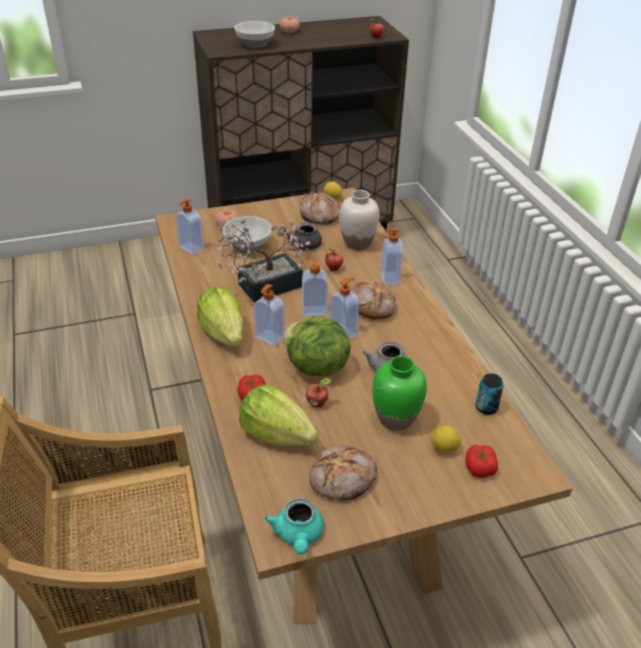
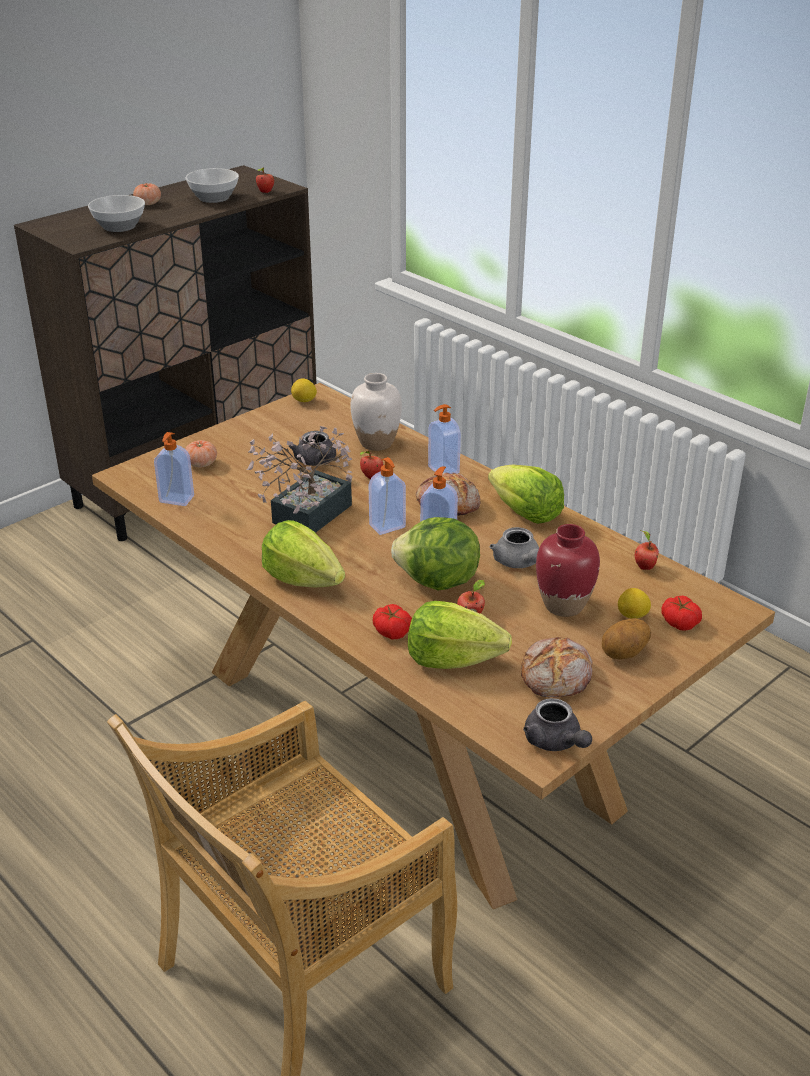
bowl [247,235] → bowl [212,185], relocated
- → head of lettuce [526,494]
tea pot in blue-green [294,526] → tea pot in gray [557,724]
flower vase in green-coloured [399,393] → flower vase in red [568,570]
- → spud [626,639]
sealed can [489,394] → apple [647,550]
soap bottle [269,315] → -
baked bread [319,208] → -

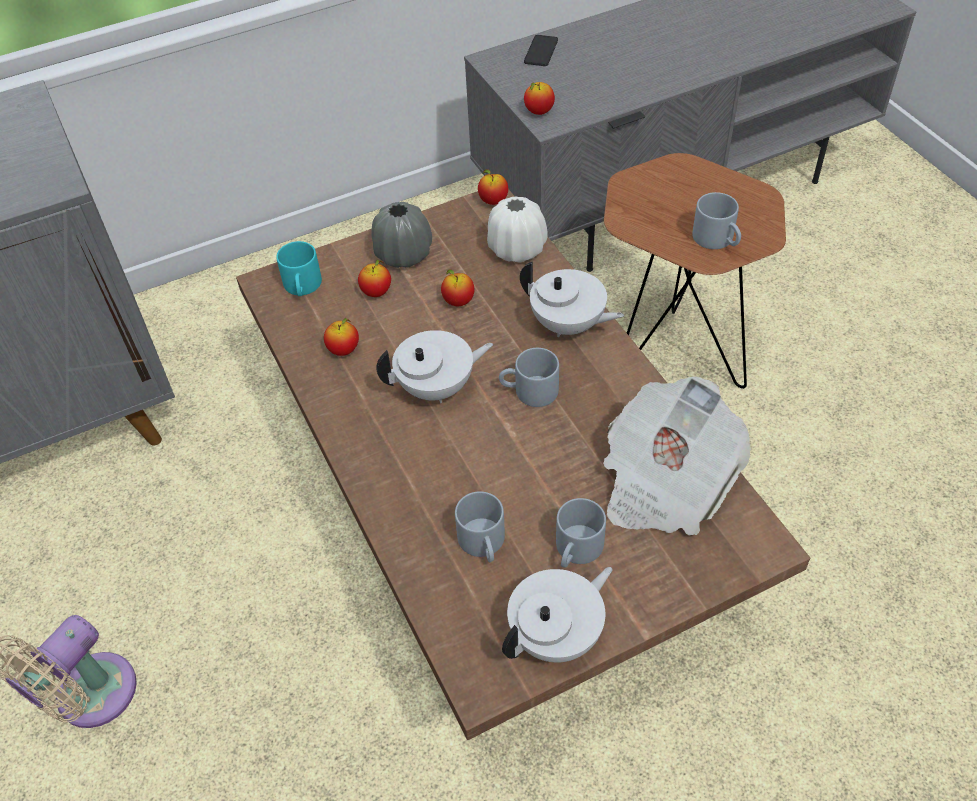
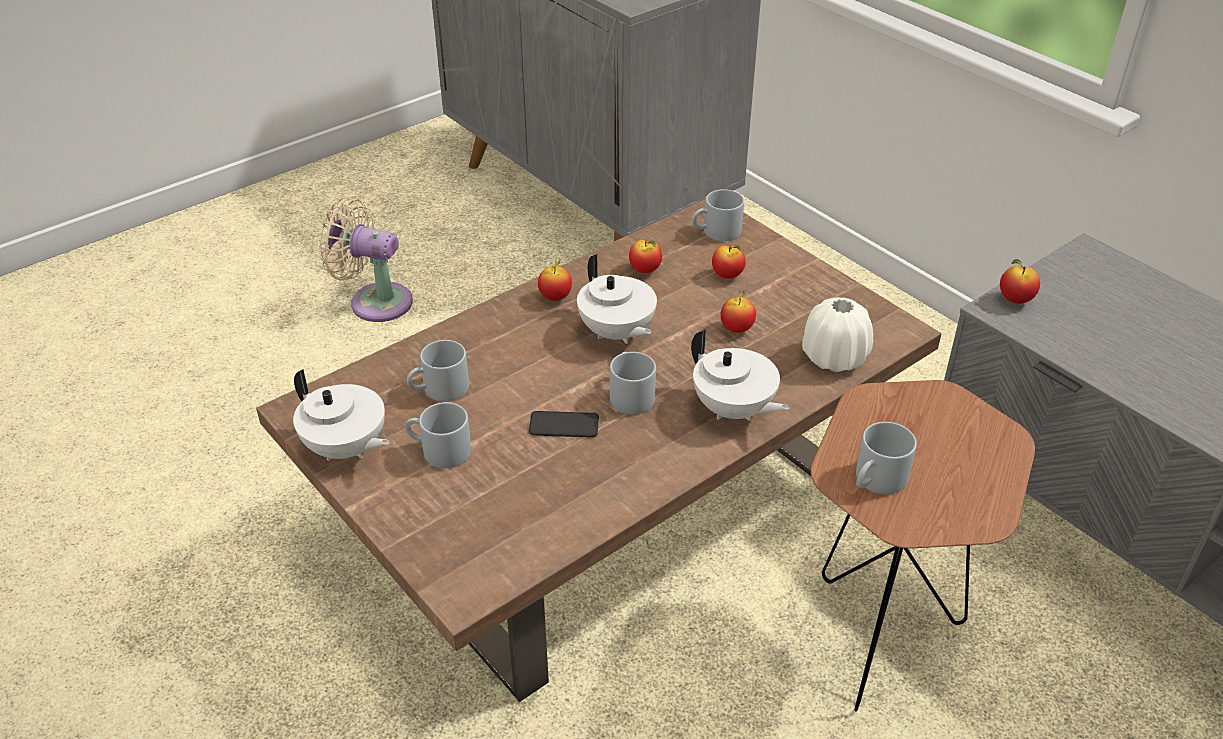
handset [541,50] → handset [564,424], relocated
apple [493,187] → apple [555,280], relocated
tea pot in whitish [572,299] → tea pot in whitish [740,375], 60 degrees counterclockwise
tea mug in blue-green [299,268] → tea mug in gray [718,215]
flower vase in gray [401,235] → -
printed paper [677,456] → -

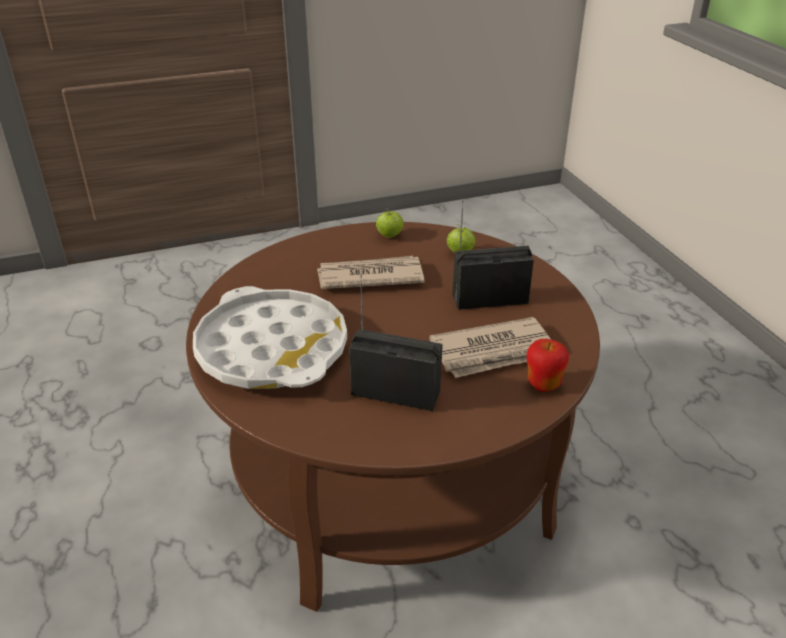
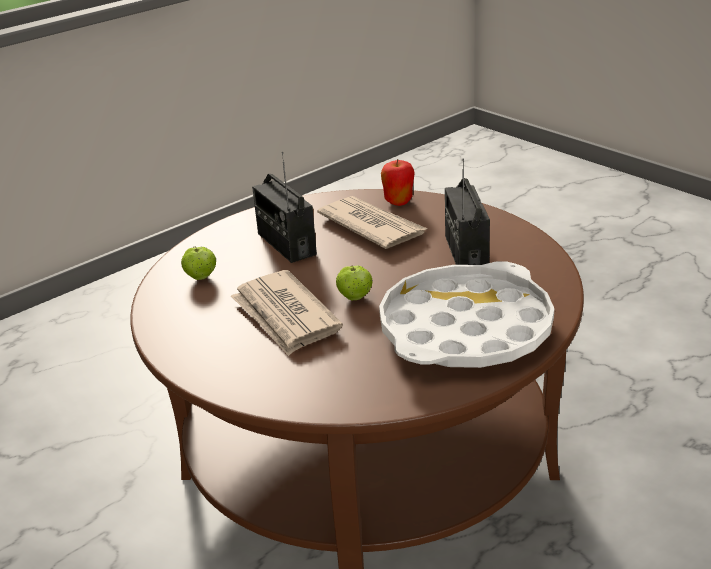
apple [390,223] → apple [354,283], relocated

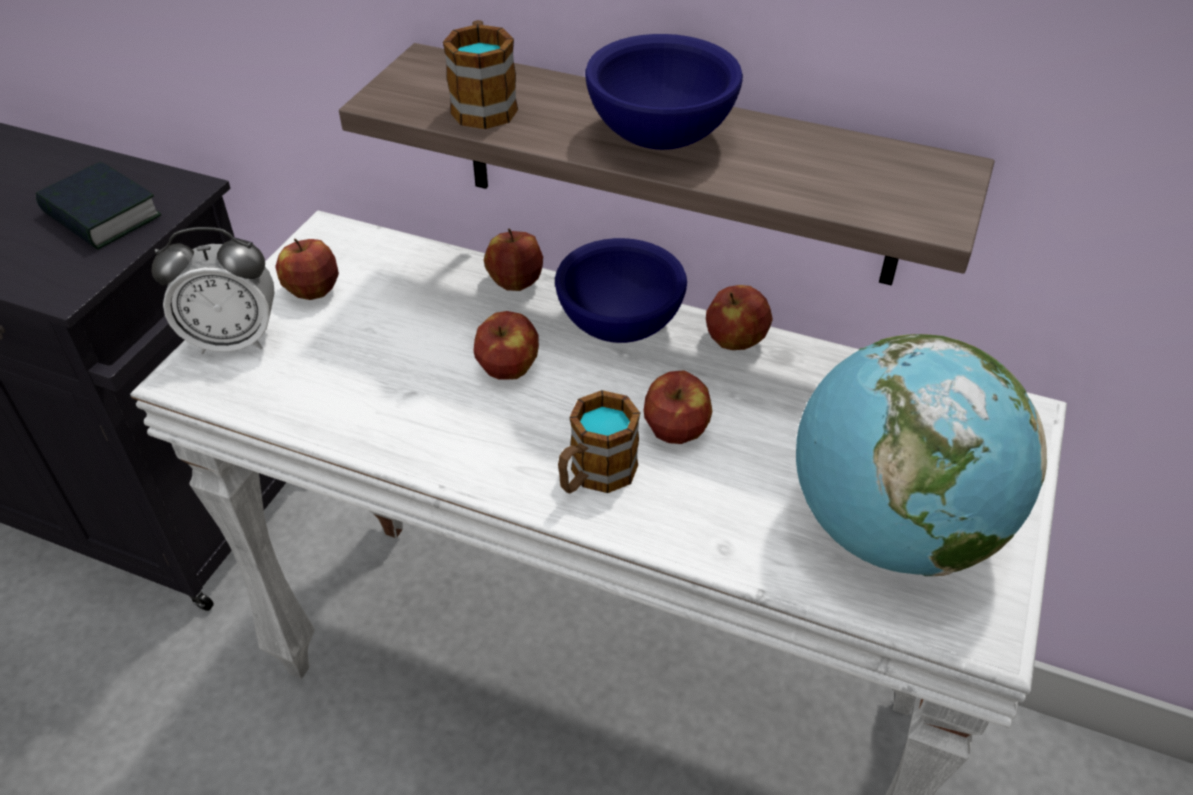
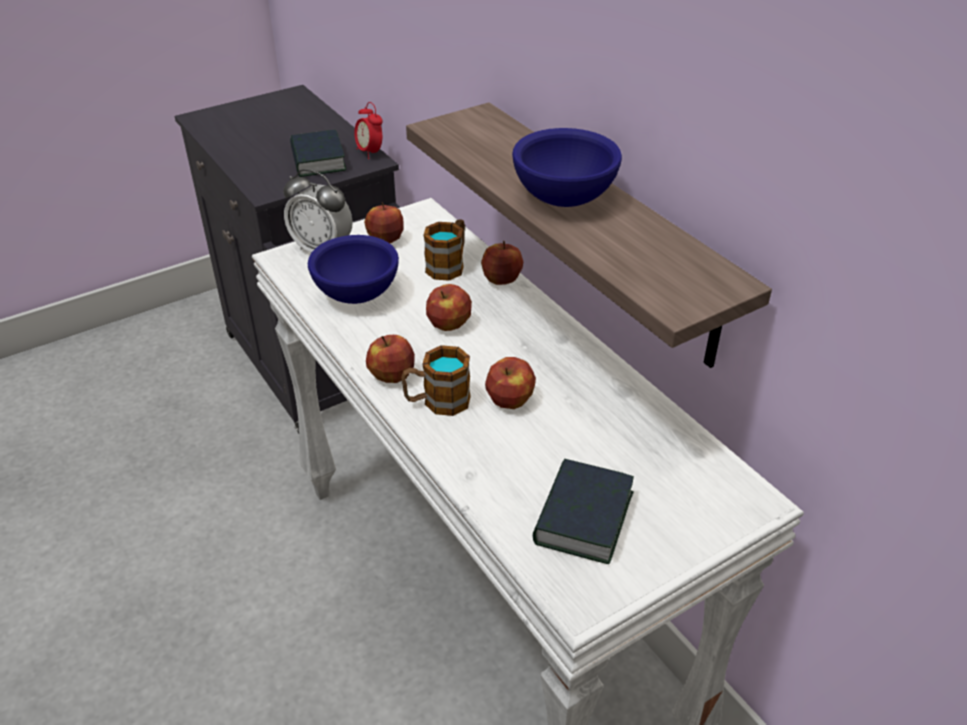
bowl in blue [621,290] → bowl in blue [353,269], relocated
- → table clock [368,130]
apple [739,317] → apple [390,359], relocated
tea mug [480,74] → tea mug [444,250], relocated
desk globe [921,455] → volume [583,511]

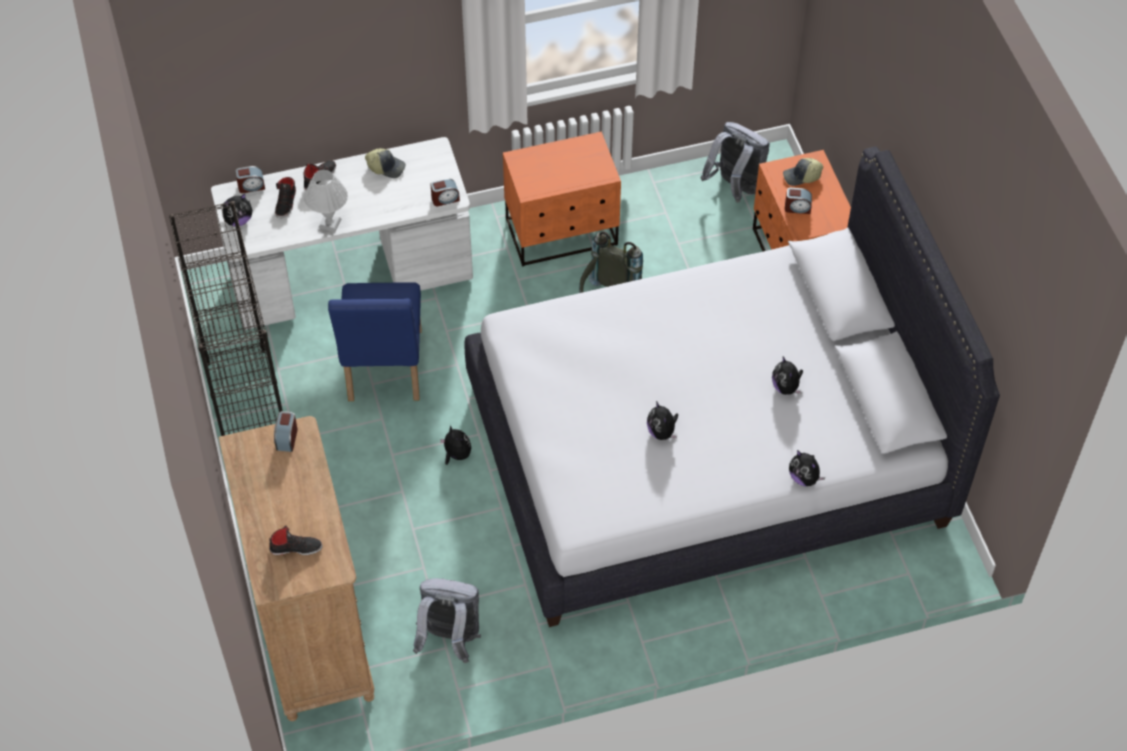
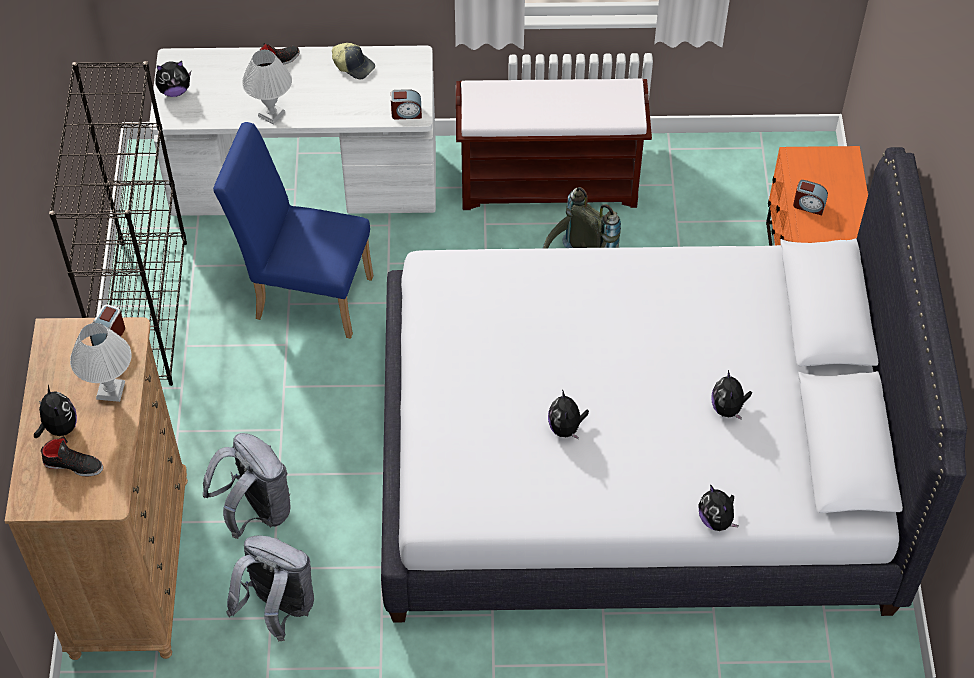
soft toy [455,445] → soft toy [55,411], relocated
- → table lamp in whitish [101,362]
knapsack in gray [735,162] → knapsack in gray [247,486], relocated
plain chair in blue [375,342] → plain chair in blue [293,230], 90 degrees clockwise
nightstand in orangey [562,199] → long seat in brownish [554,144]
table clock [250,179] → -
low shoe in black-coloured [285,197] → -
cap [803,172] → -

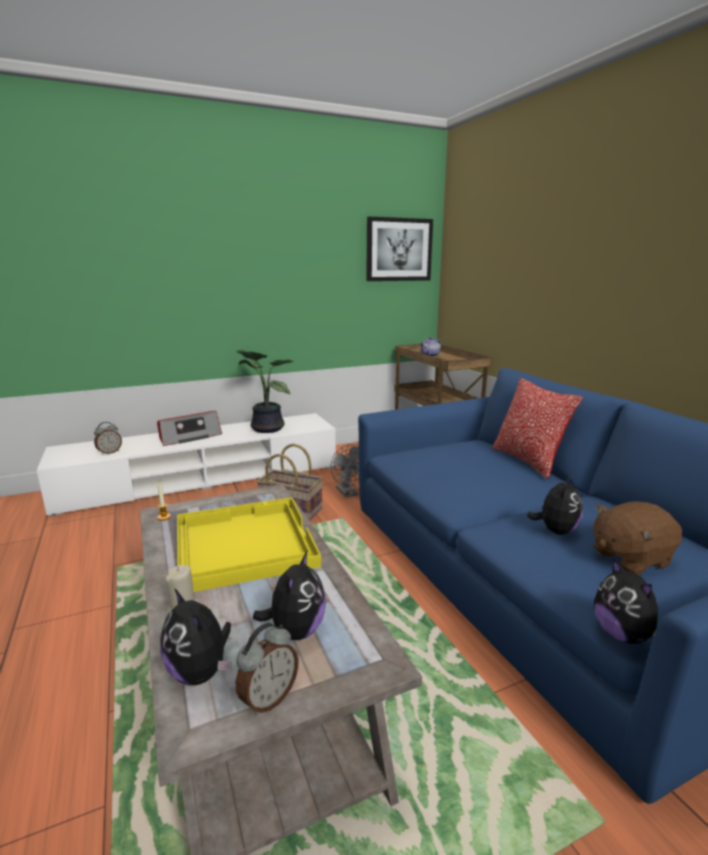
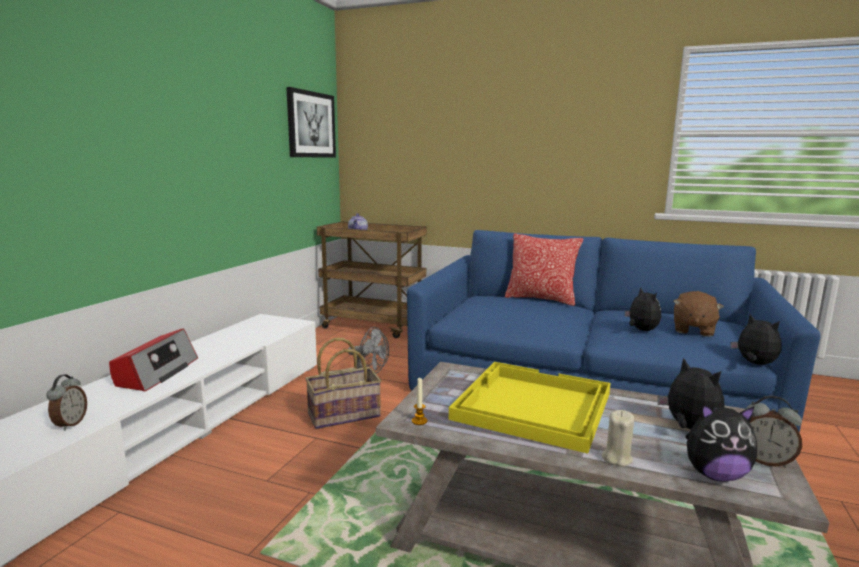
soft toy [626,601] → soft toy [756,339], 150 degrees counterclockwise
table clock [267,669] → table clock [773,432], 120 degrees clockwise
potted plant [265,391] → -

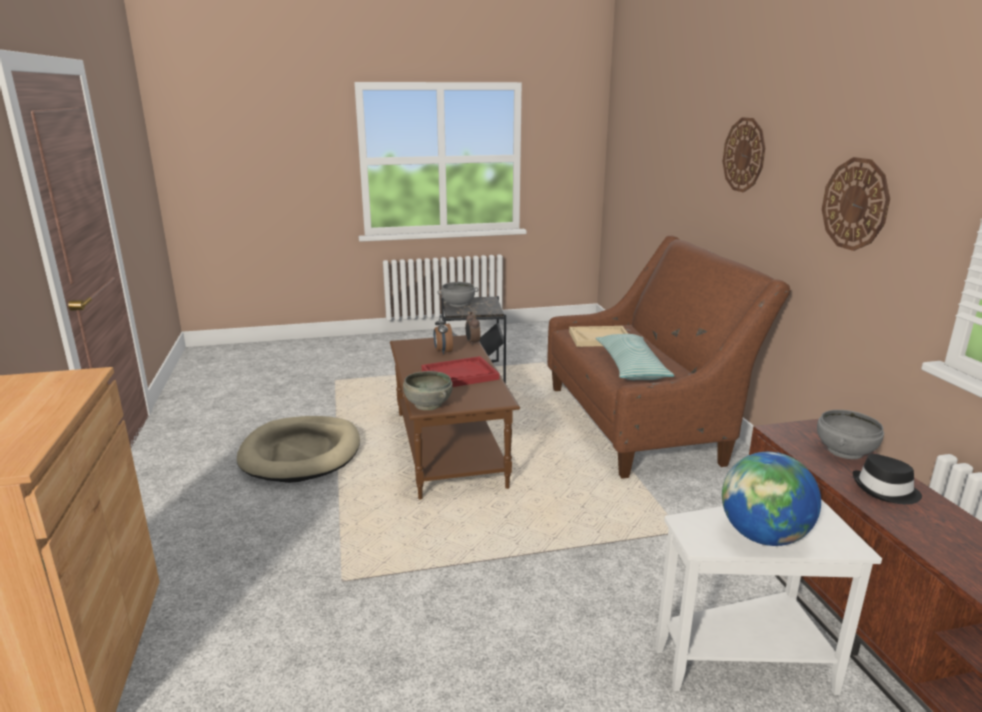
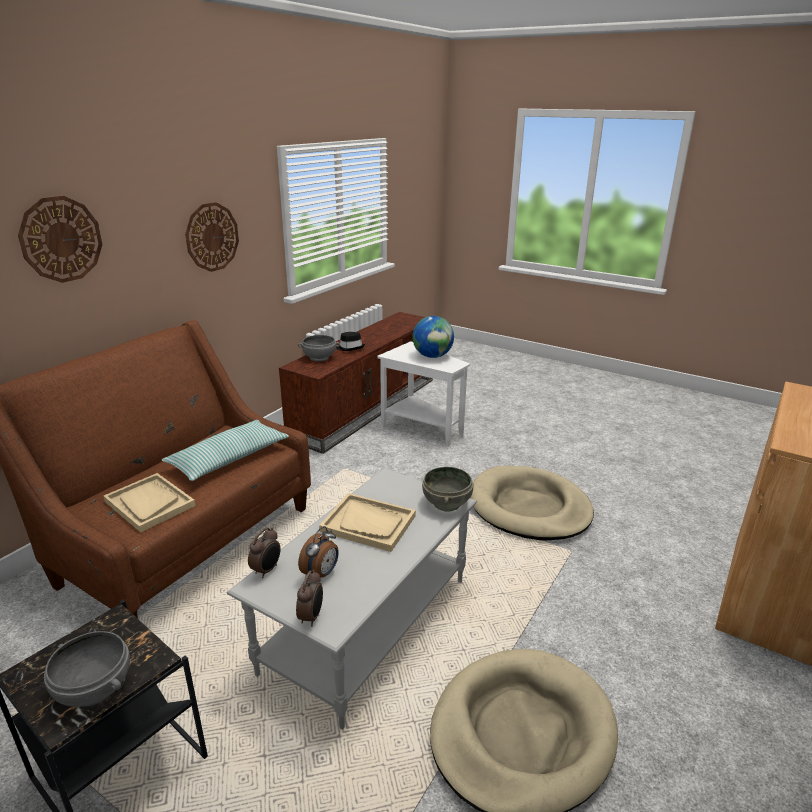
coffee table in brownish [455,417] → coffee table in gray [352,598]
- → table clock [309,598]
serving tray in red [460,371] → serving tray in beige [367,522]
- → dog cushion in beige [532,503]

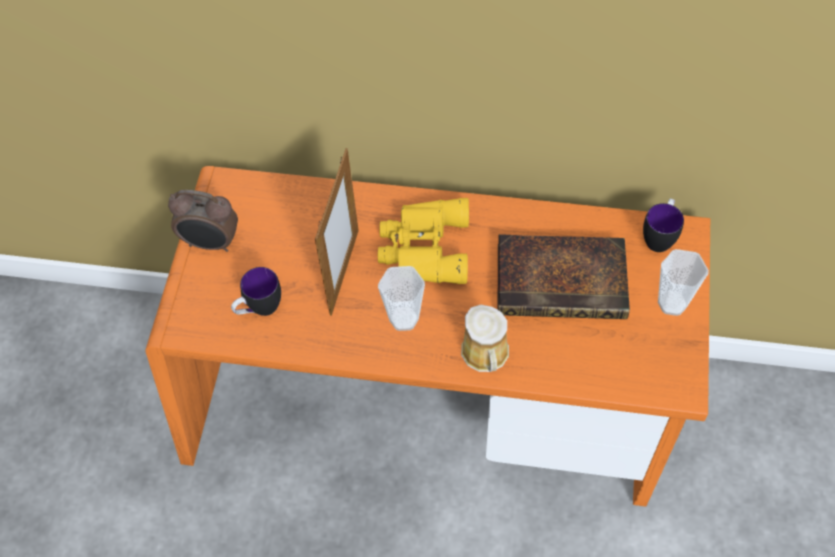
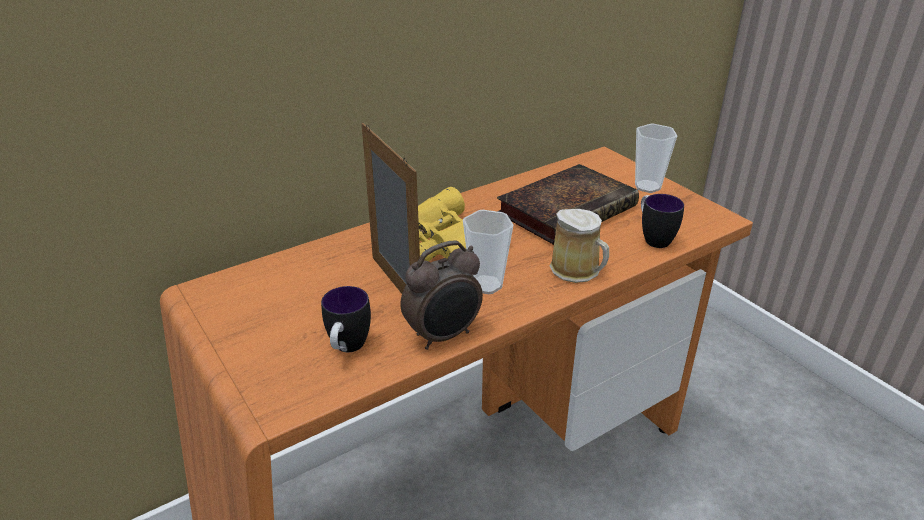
table clock [203,221] → table clock [441,295], relocated
tea mug [663,225] → tea mug [662,221], relocated

